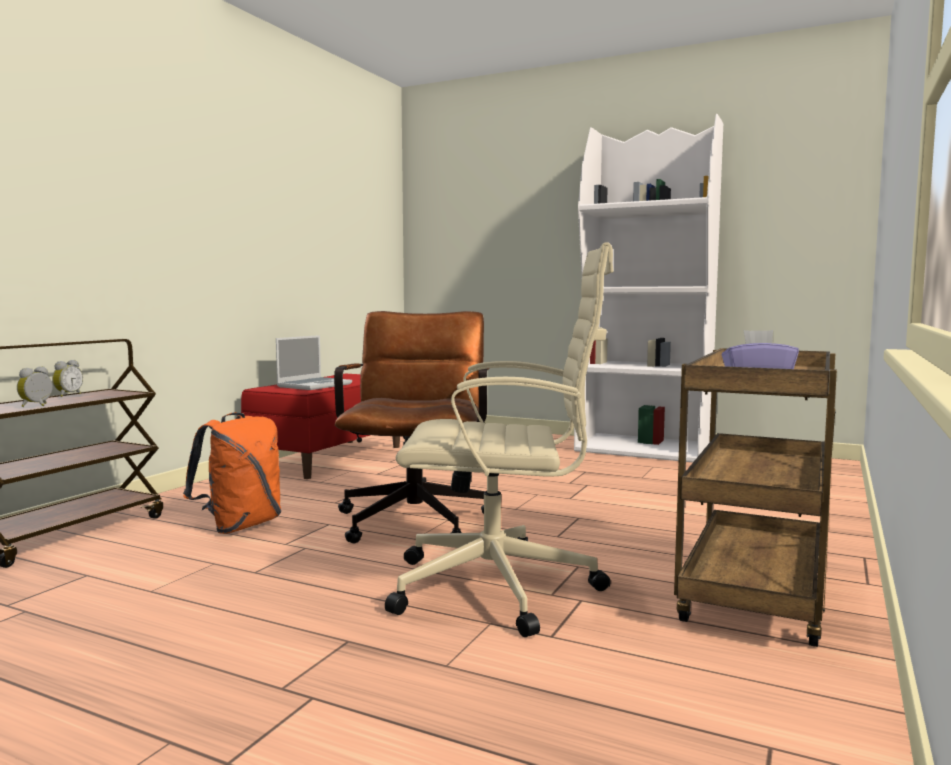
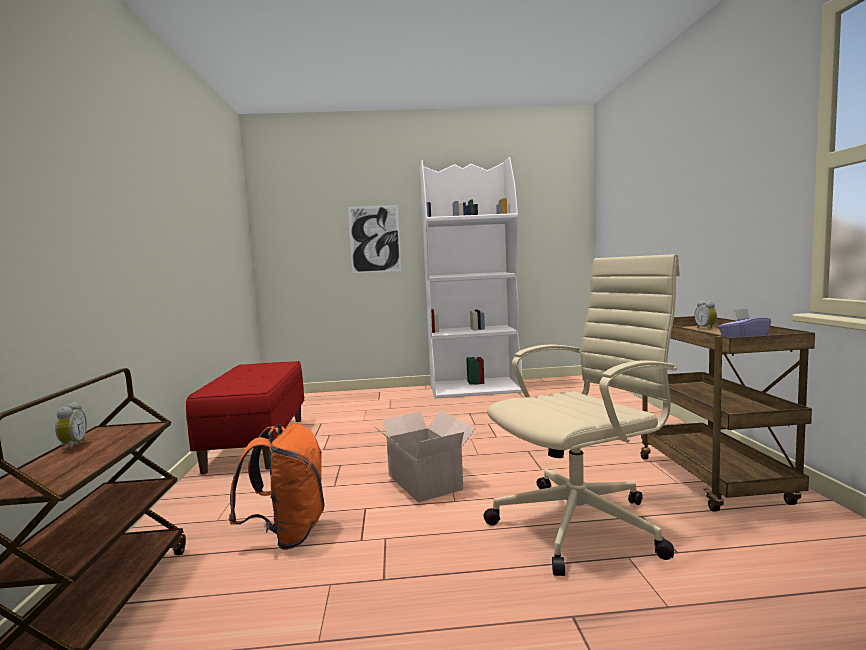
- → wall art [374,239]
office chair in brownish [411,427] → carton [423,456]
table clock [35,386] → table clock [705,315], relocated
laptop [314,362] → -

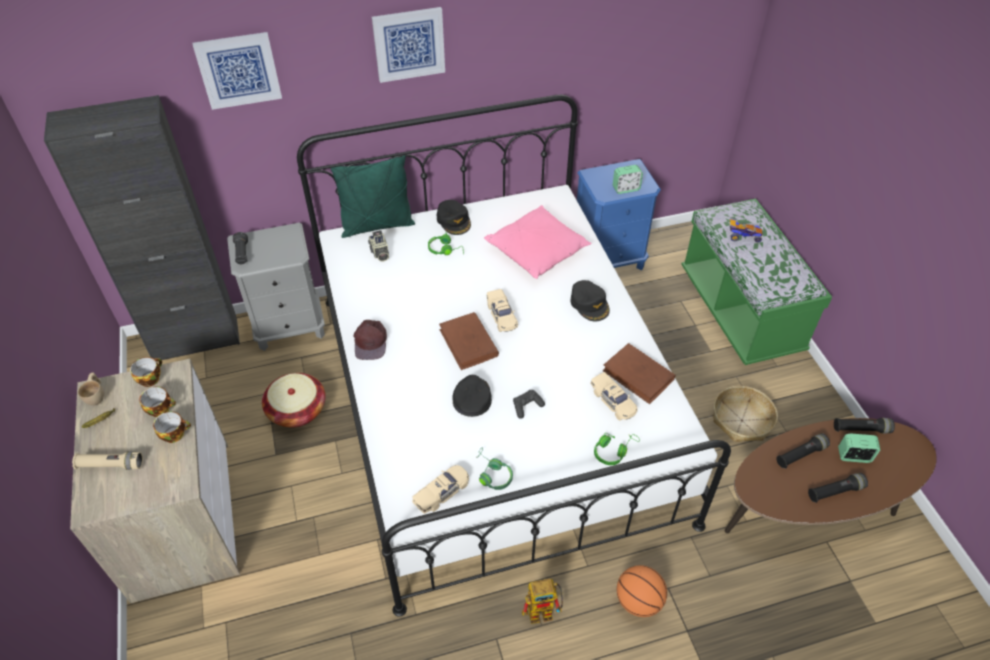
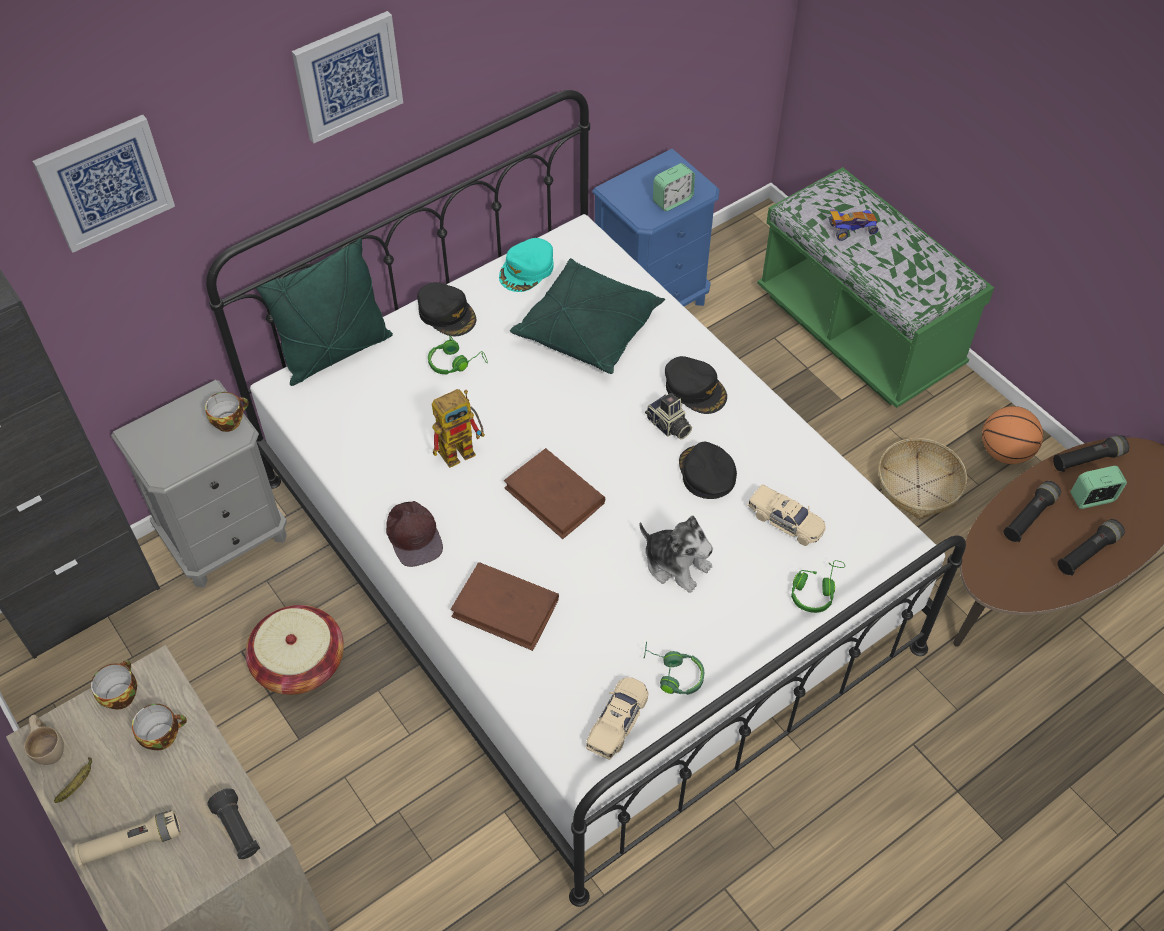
cup [172,427] → cup [227,412], relocated
torch in black-coloured [240,248] → torch in black-coloured [233,823], relocated
robot figure [542,601] → robot figure [458,428], relocated
volume in brownish [639,373] → volume in brownish [504,606], relocated
- → cap in blue-green [526,265]
pillow in pinkish [538,242] → pillow in green-coloured [587,316]
gamepad in black-coloured [529,404] → soft toy [676,554]
photo camera [378,246] → photo camera [668,416], relocated
cap in black-coloured [472,396] → cap in black-coloured [708,470], relocated
basketball ball [642,591] → basketball ball [1012,435], relocated
miniature car in beige [502,310] → -

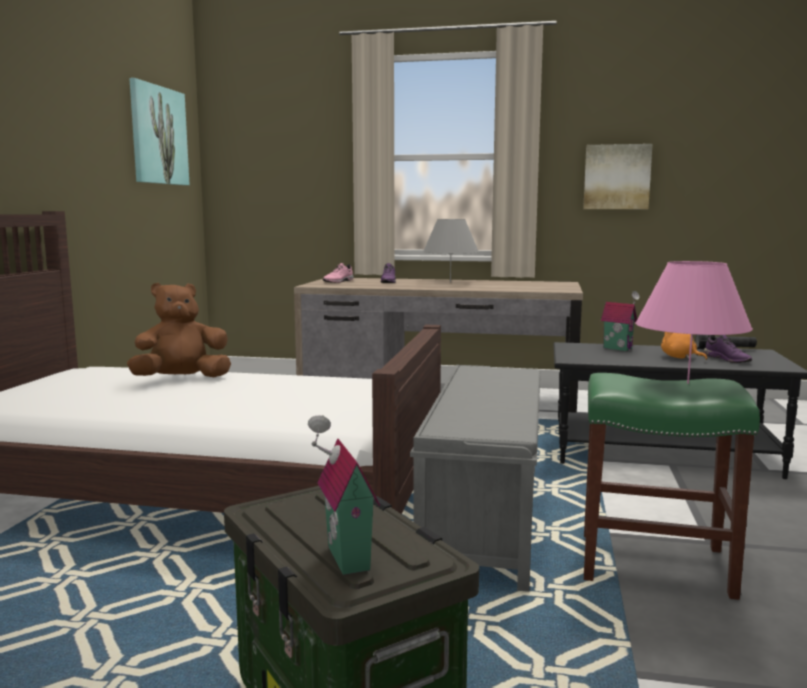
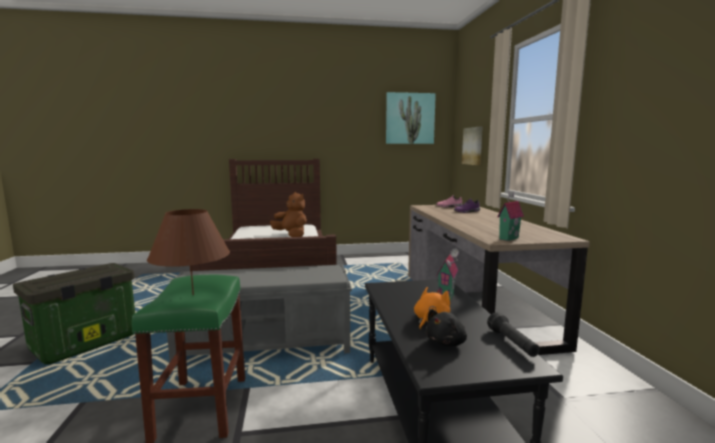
table lamp in pinkish [694,322] → table lamp in brownish [188,252]
low shoe in purple [727,349] → soft toy in black-coloured [446,327]
wall art [618,176] → wall art [472,146], relocated
toy house [344,495] → toy house [510,216], relocated
table lamp in gray [451,251] → -

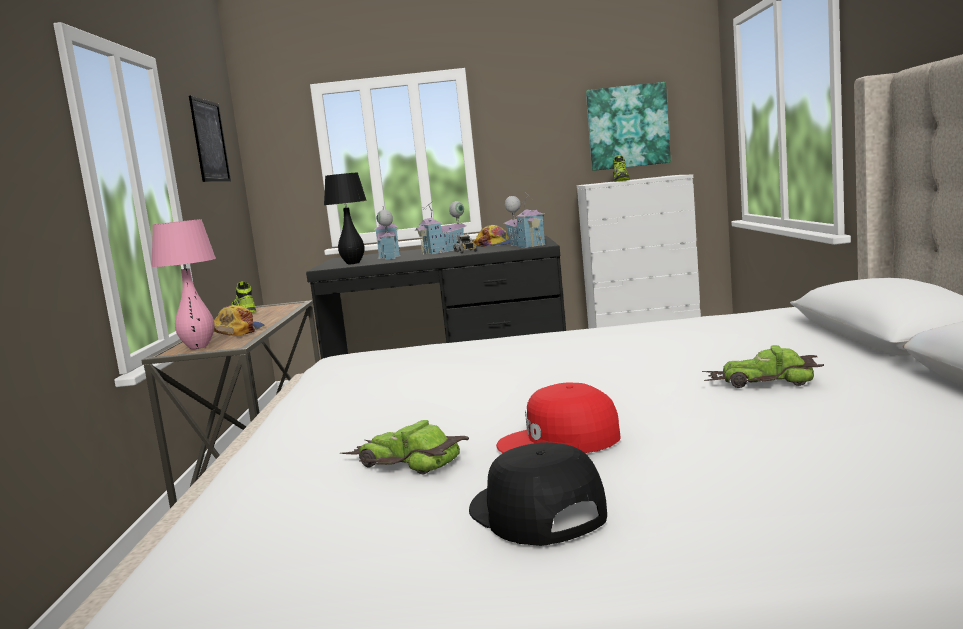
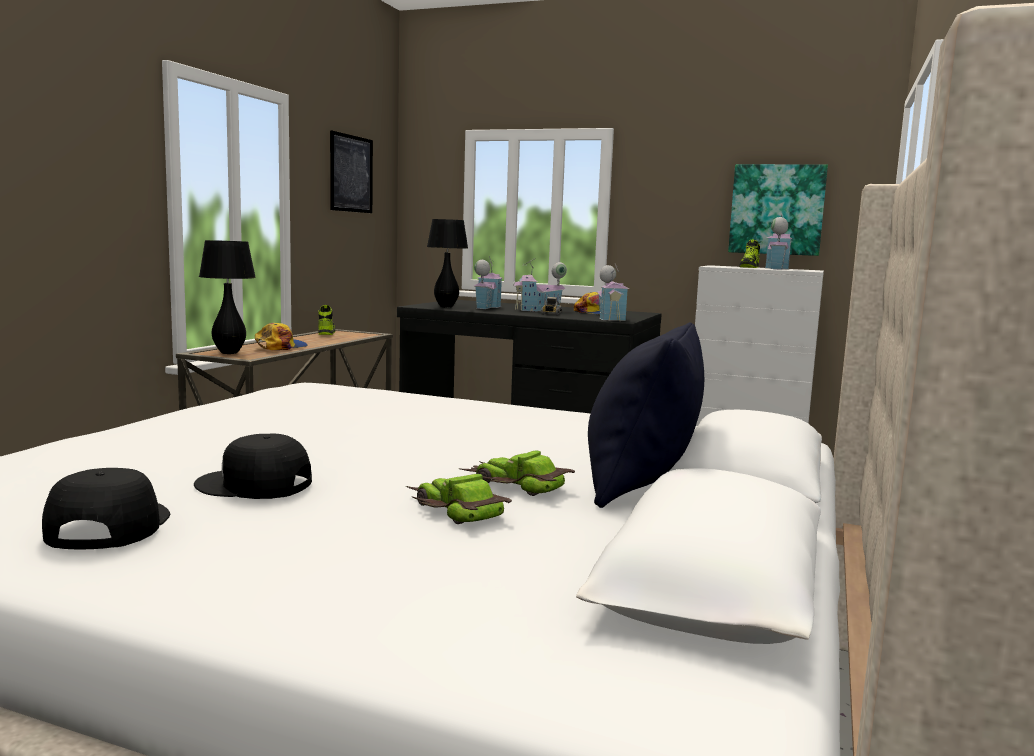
cap in red [558,418] → cap in black-coloured [253,466]
table lamp in pinkish [184,284] → table lamp in black-coloured [227,297]
miniature car [404,447] → miniature car [459,499], relocated
- → pillow in black-coloured [646,415]
- → toy house [779,242]

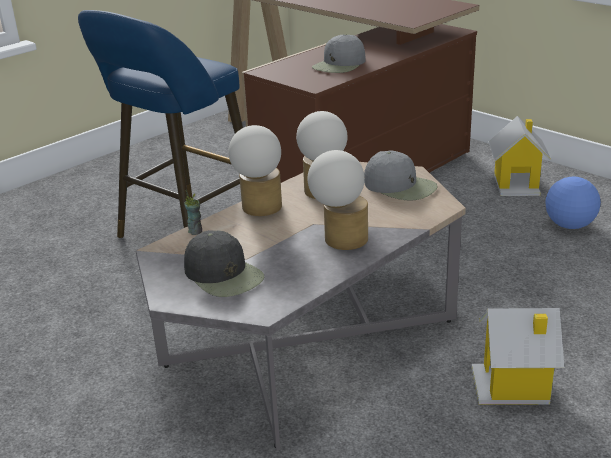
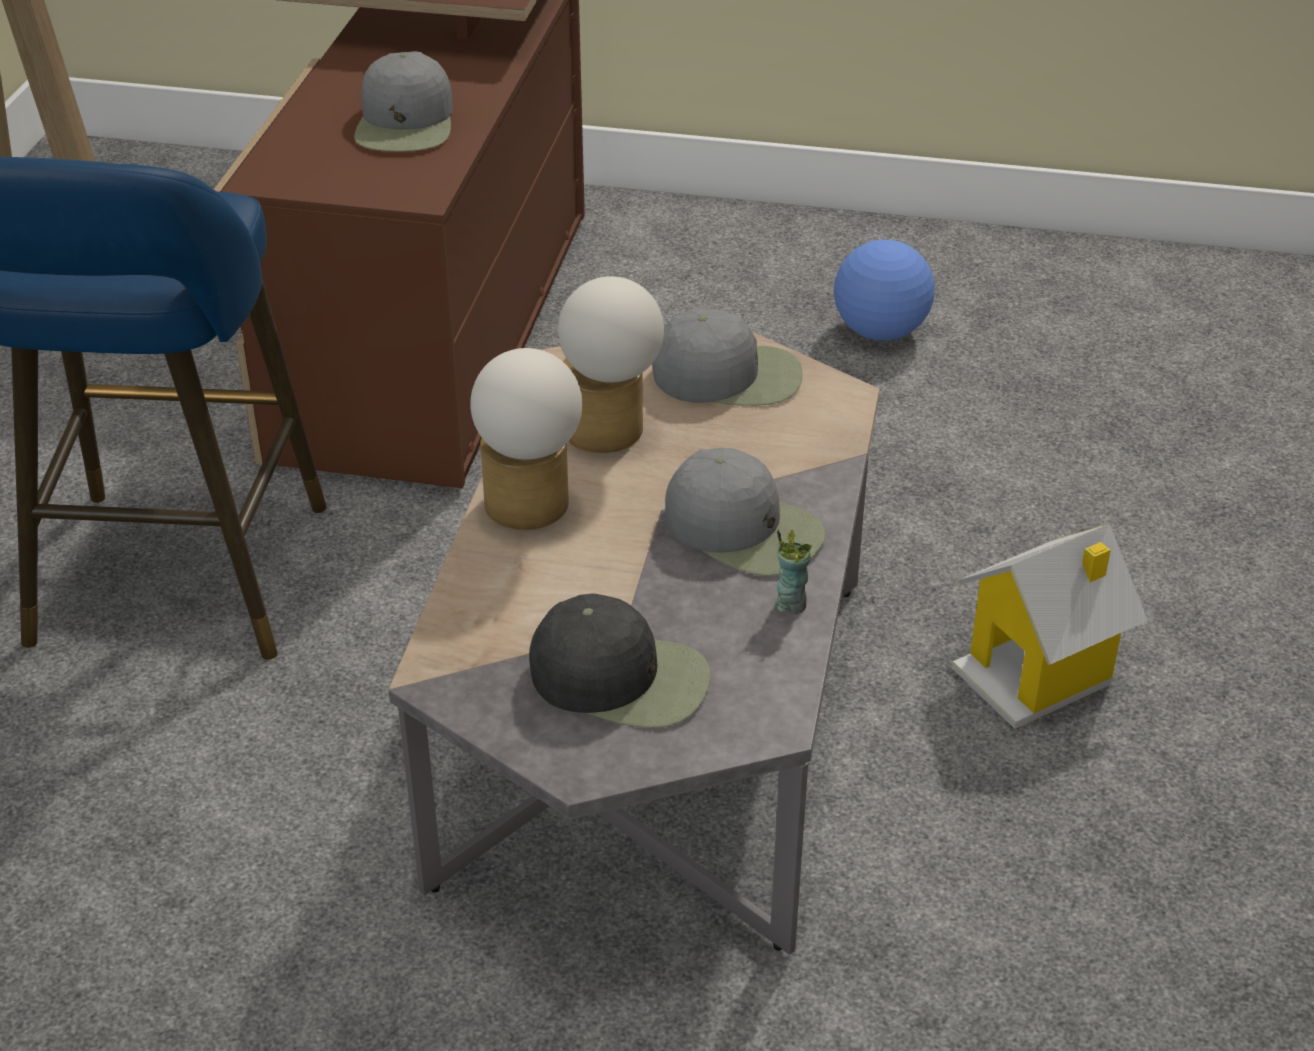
table lamp [338,200] → cap in gray [745,512]
cup [193,212] → cup [794,572], relocated
toy house [519,156] → -

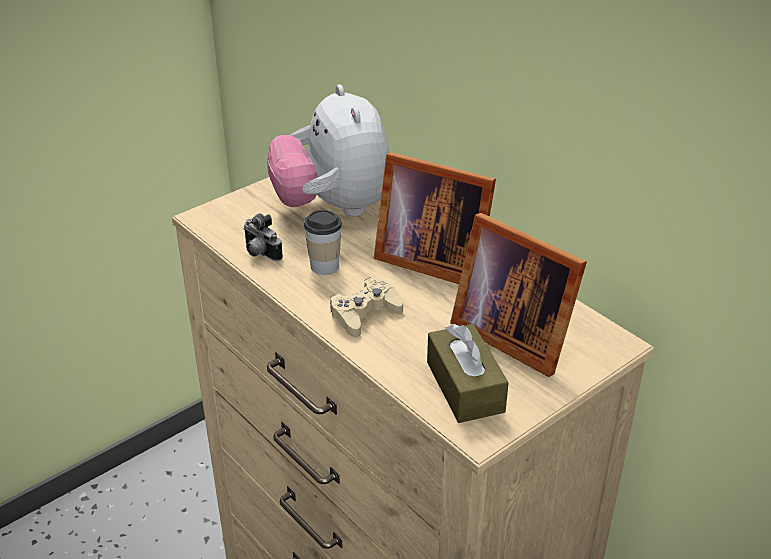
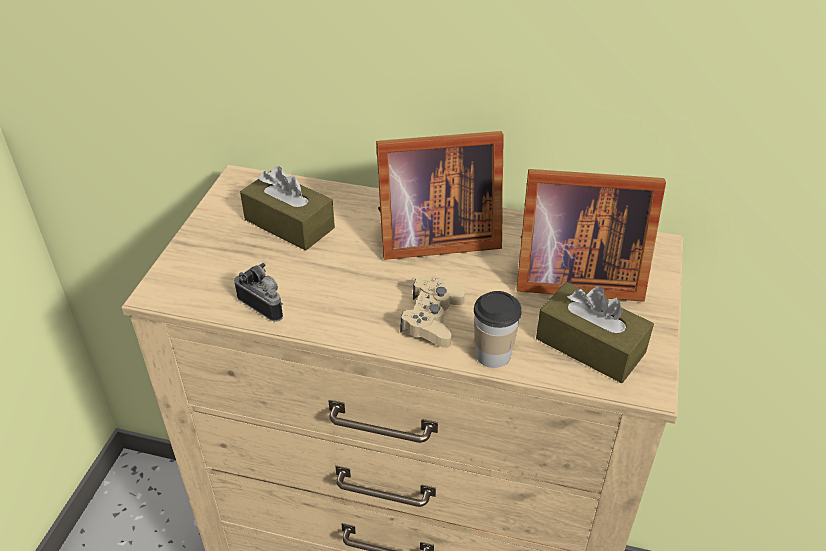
photo camera [263,237] → photo camera [258,292], 150 degrees counterclockwise
soft toy [328,150] → tissue holder in brownish [287,208]
cup [323,242] → cup [498,329], relocated

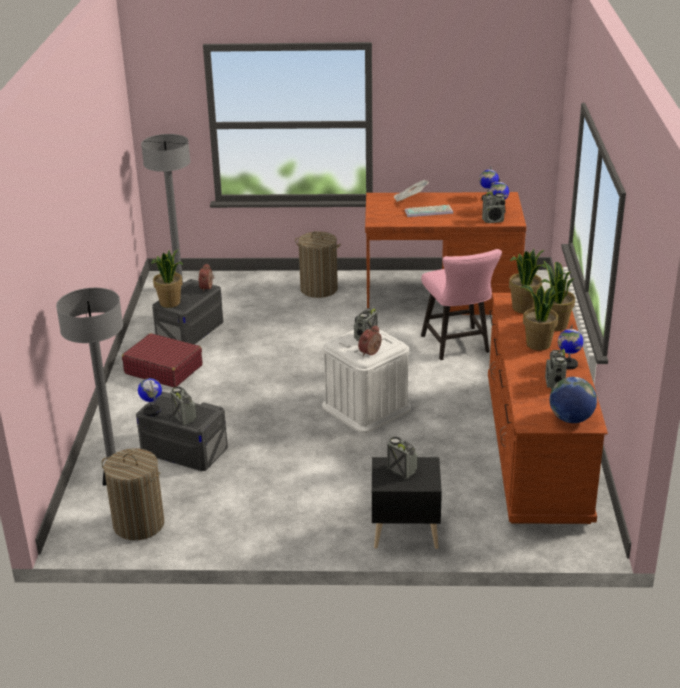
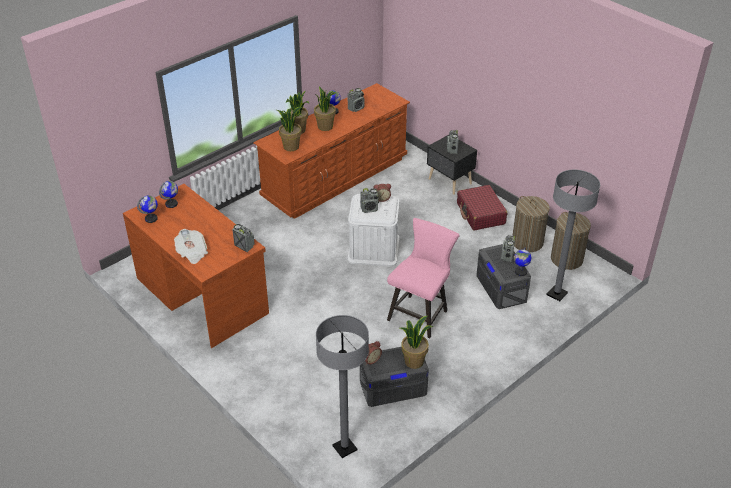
radio receiver [493,207] → radio receiver [243,238], relocated
plain chair in pinkish [461,304] → plain chair in pinkish [423,278], relocated
piece of luggage in red [162,360] → piece of luggage in red [482,208], relocated
washing basket [318,264] → washing basket [531,224], relocated
PC keyboard [429,211] → -
desk globe [573,400] → -

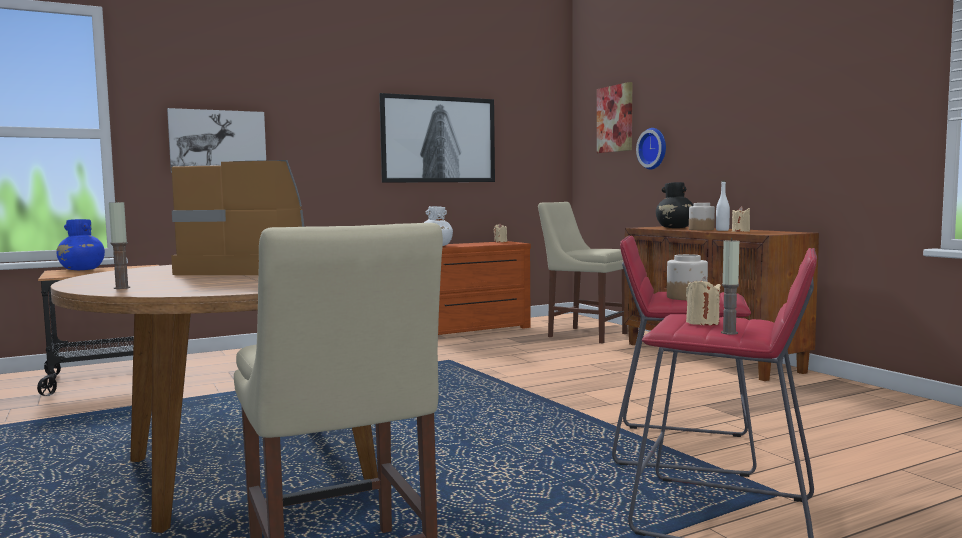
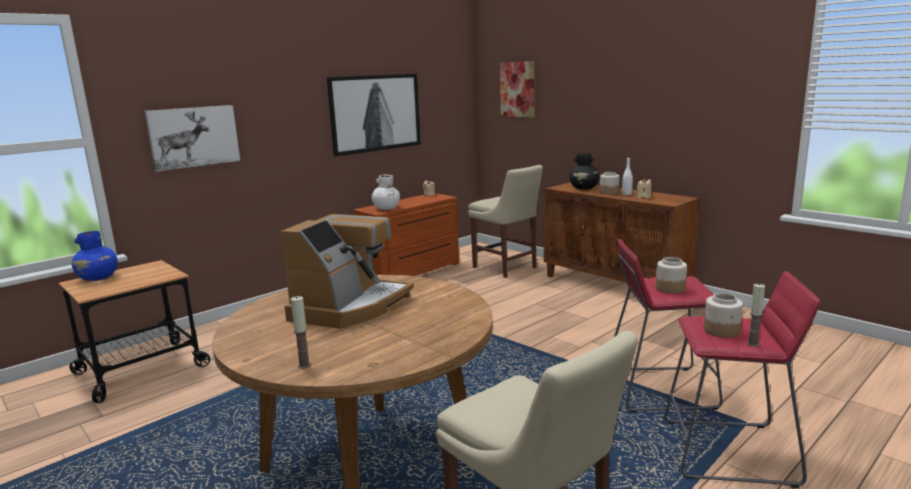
coffee brewer [237,217] → coffee brewer [347,271], 120 degrees clockwise
plain chair in beige [583,273] → plain chair in beige [505,221], 150 degrees counterclockwise
candle in beige [703,300] → storage jar [723,315]
clock on the wall [651,148] → -

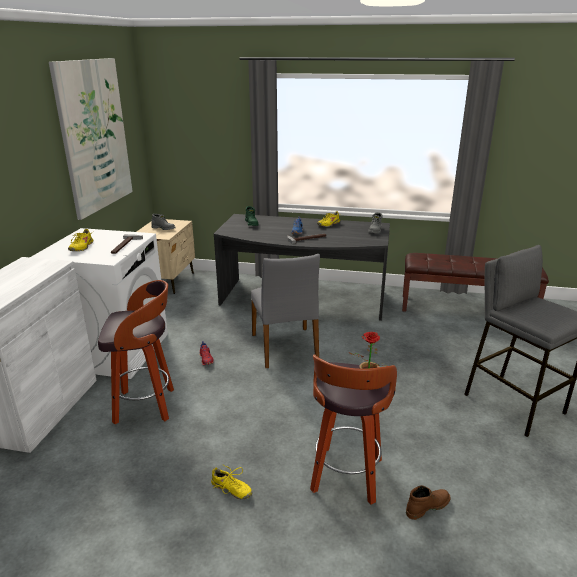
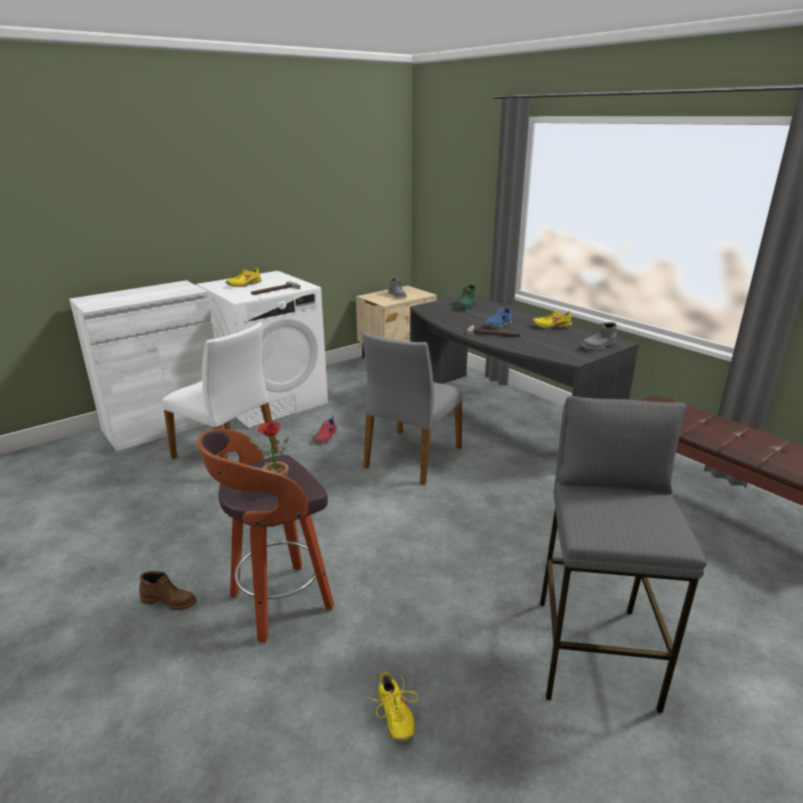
boot in brownish [428,502] → boot in brownish [168,590], relocated
stool [136,352] → plain chair in whitish [220,390]
low shoe in yellowish [231,482] → low shoe in yellowish [393,707], relocated
wall art [91,139] → -

